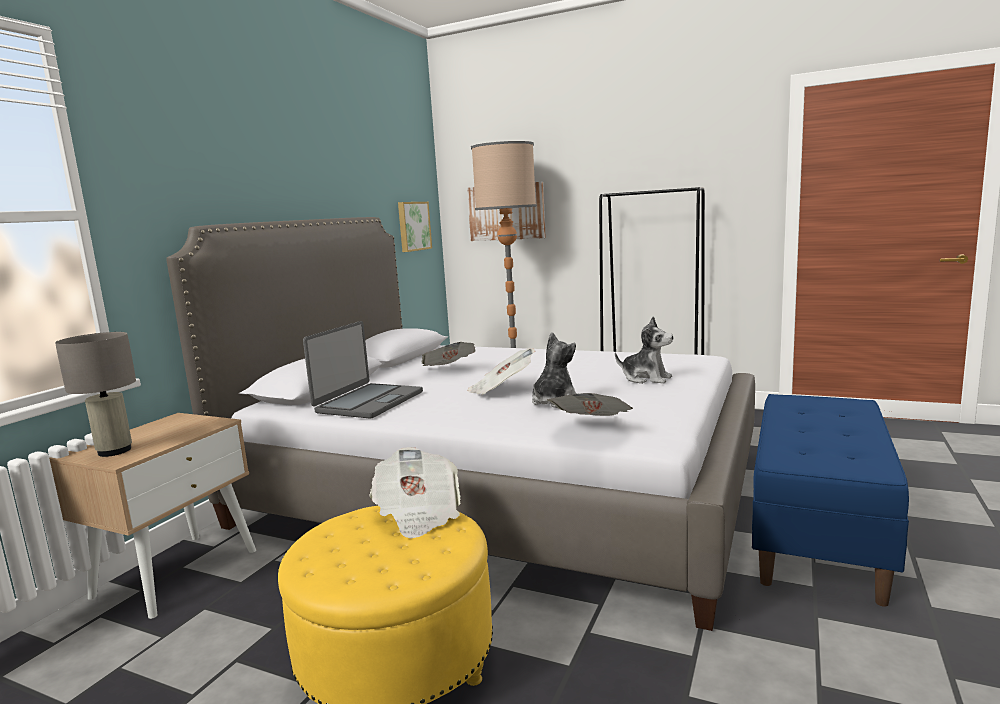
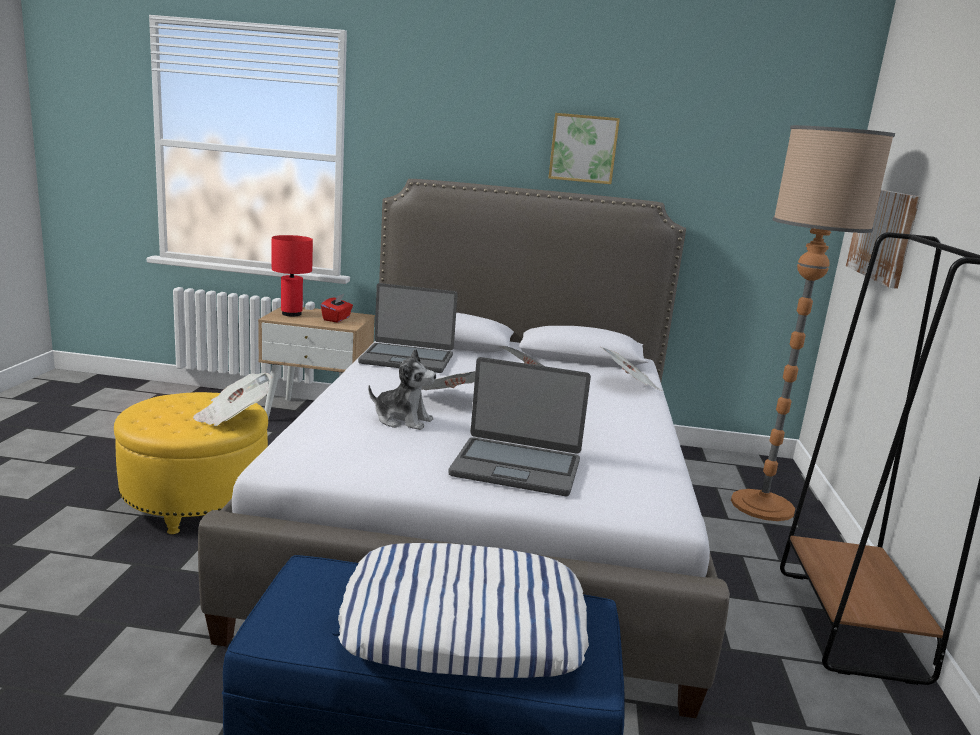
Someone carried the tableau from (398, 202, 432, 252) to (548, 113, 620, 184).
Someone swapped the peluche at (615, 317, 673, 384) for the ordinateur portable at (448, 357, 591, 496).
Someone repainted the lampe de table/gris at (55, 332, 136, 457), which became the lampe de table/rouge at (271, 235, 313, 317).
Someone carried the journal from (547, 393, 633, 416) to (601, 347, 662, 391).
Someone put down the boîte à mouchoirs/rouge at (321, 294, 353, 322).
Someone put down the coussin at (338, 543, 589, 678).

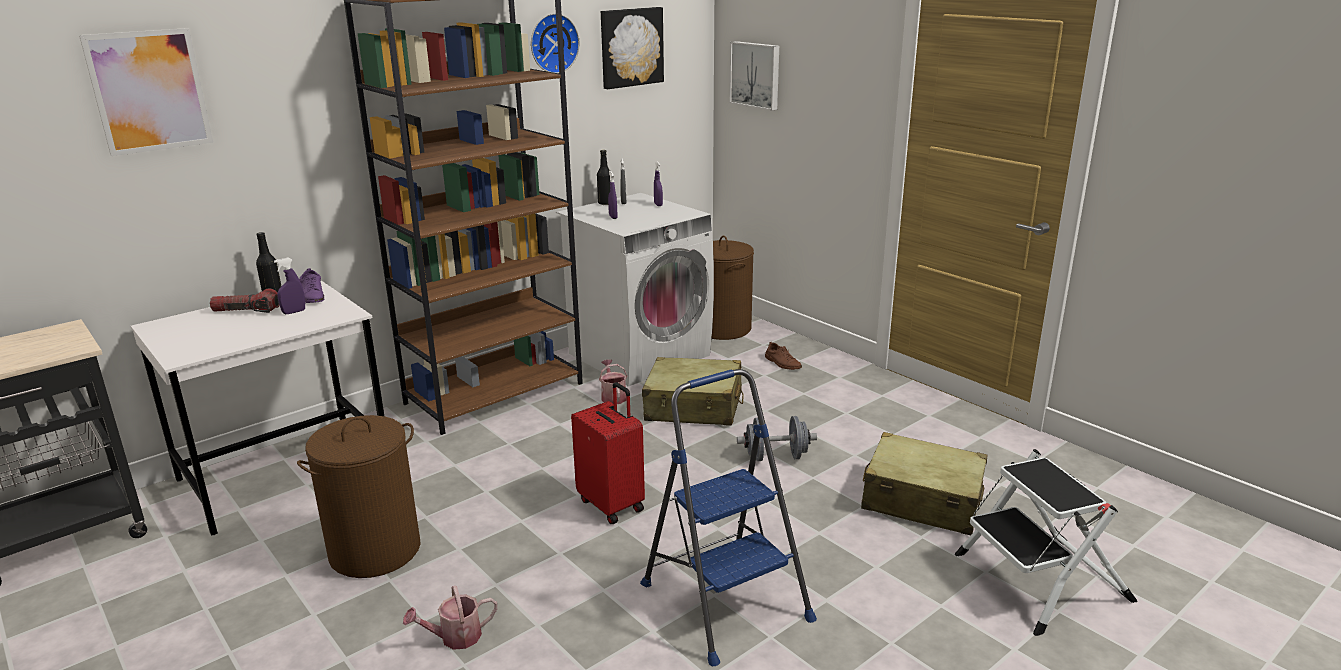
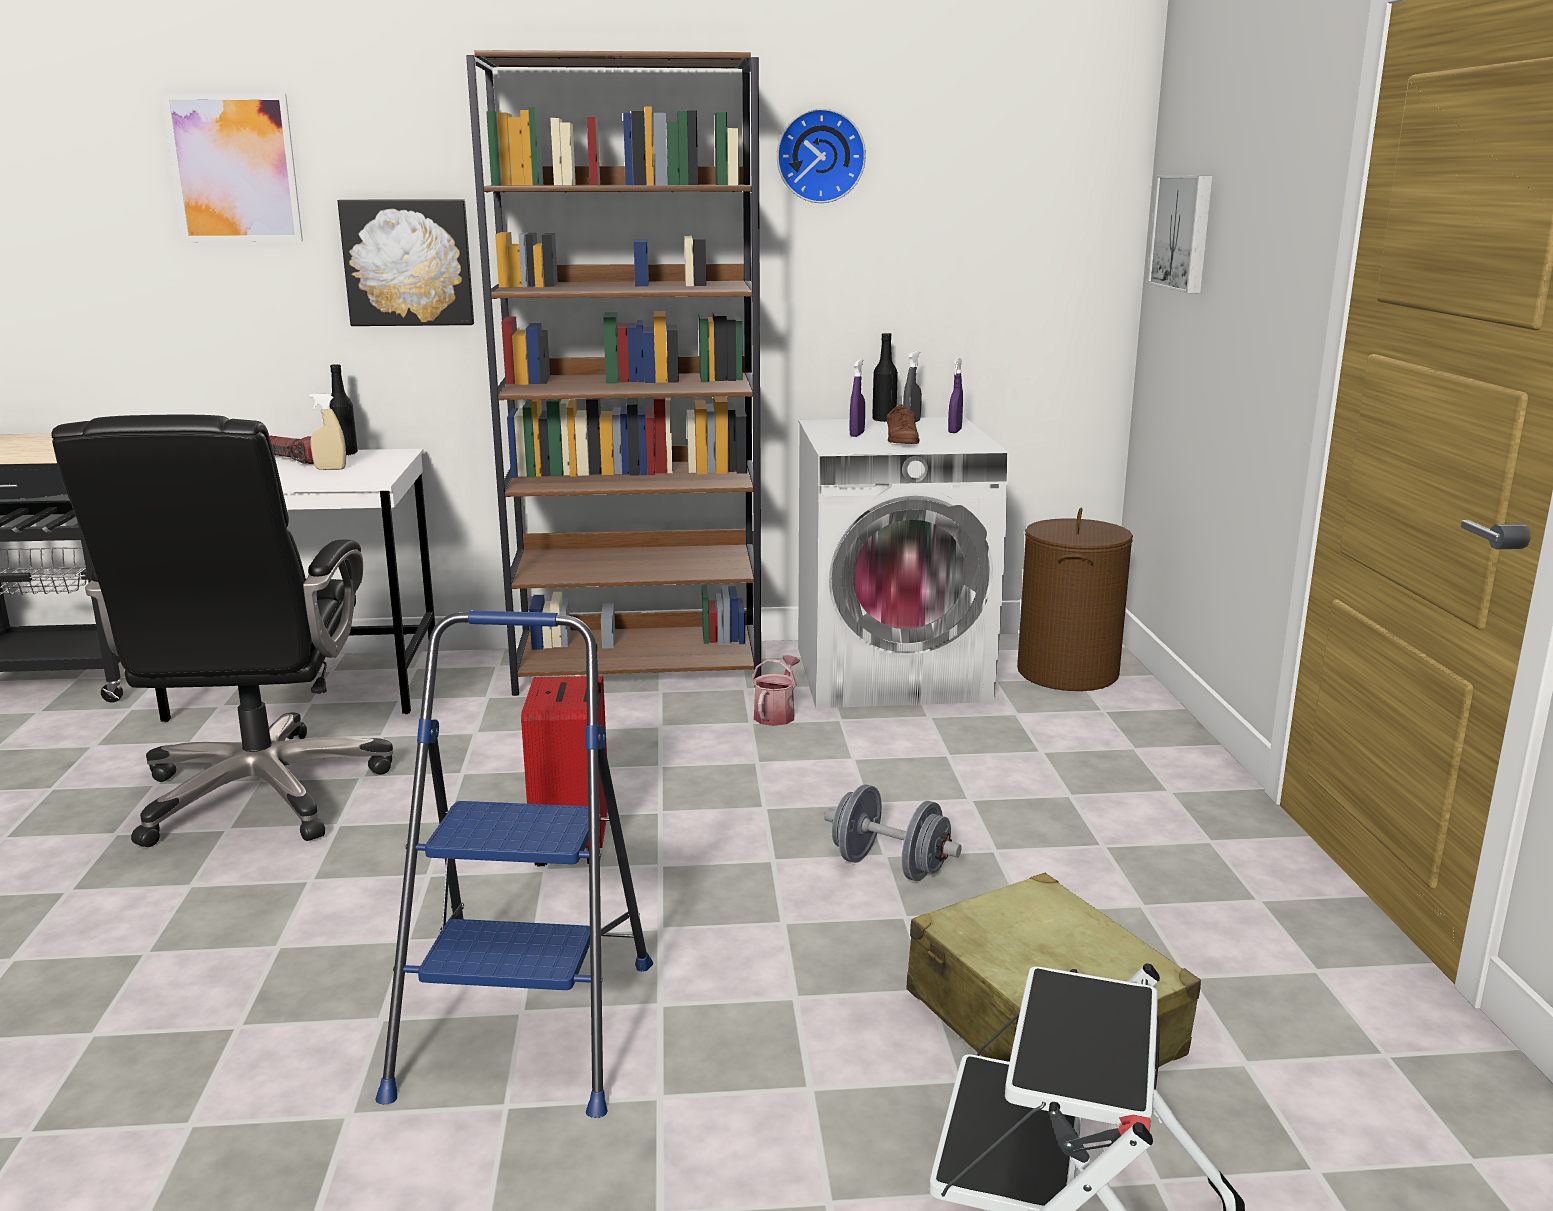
Someone carried the tableau from (601, 7, 664, 89) to (338, 199, 474, 326).
Someone repainted the vaporisateur/violet at (274, 258, 305, 314), which became the vaporisateur/beige at (309, 394, 346, 470).
Someone took away the chaussure/violet at (299, 268, 324, 303).
Someone carried the chaussure/marron from (765, 342, 802, 370) to (887, 404, 920, 444).
Someone took away the valise/beige at (642, 357, 744, 426).
Someone swapped the panier à linge/marron at (297, 415, 421, 578) for the chaise de bureau/noir at (52, 415, 393, 847).
Someone took away the arrosoir at (403, 586, 497, 650).

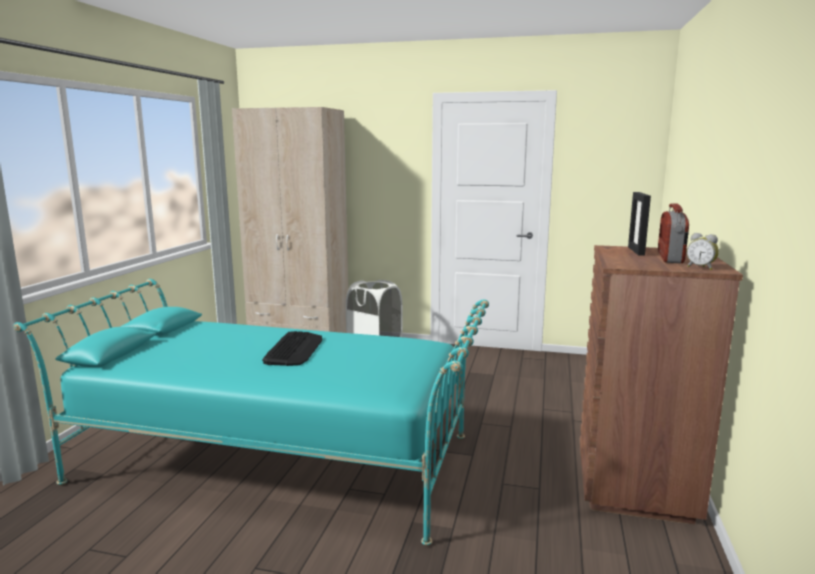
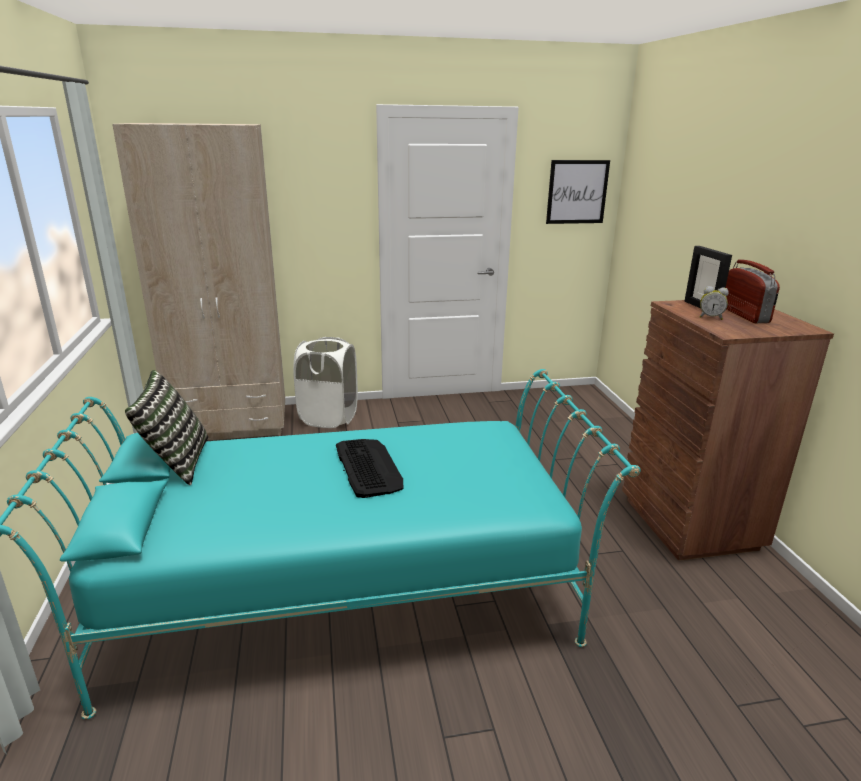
Someone carried the réveil from (687, 233, 719, 270) to (700, 286, 729, 320).
Someone put up the tableau at (546, 160, 610, 224).
Someone put down the coussin at (125, 370, 209, 485).

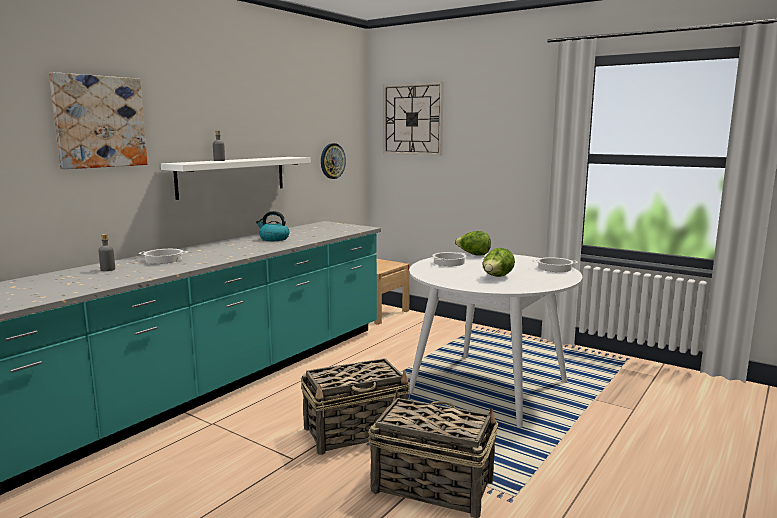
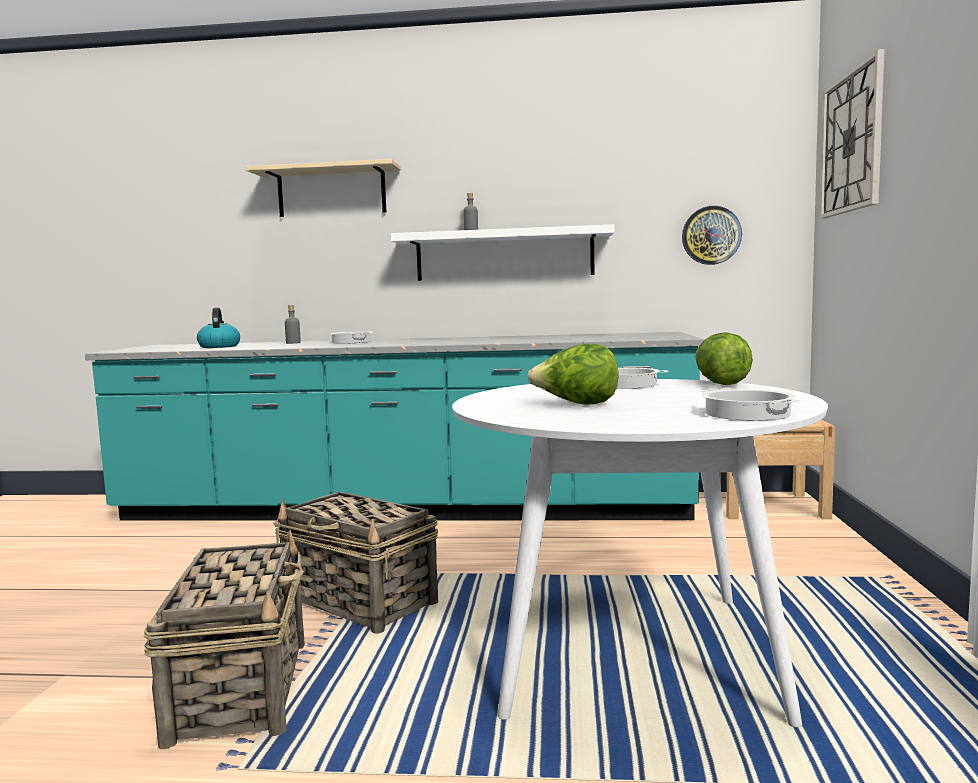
Someone swapped the tableau at (49, 72, 148, 169) for the étagère/beige at (245, 159, 401, 217).
Someone carried the bouilloire from (256, 211, 289, 241) to (197, 307, 240, 348).

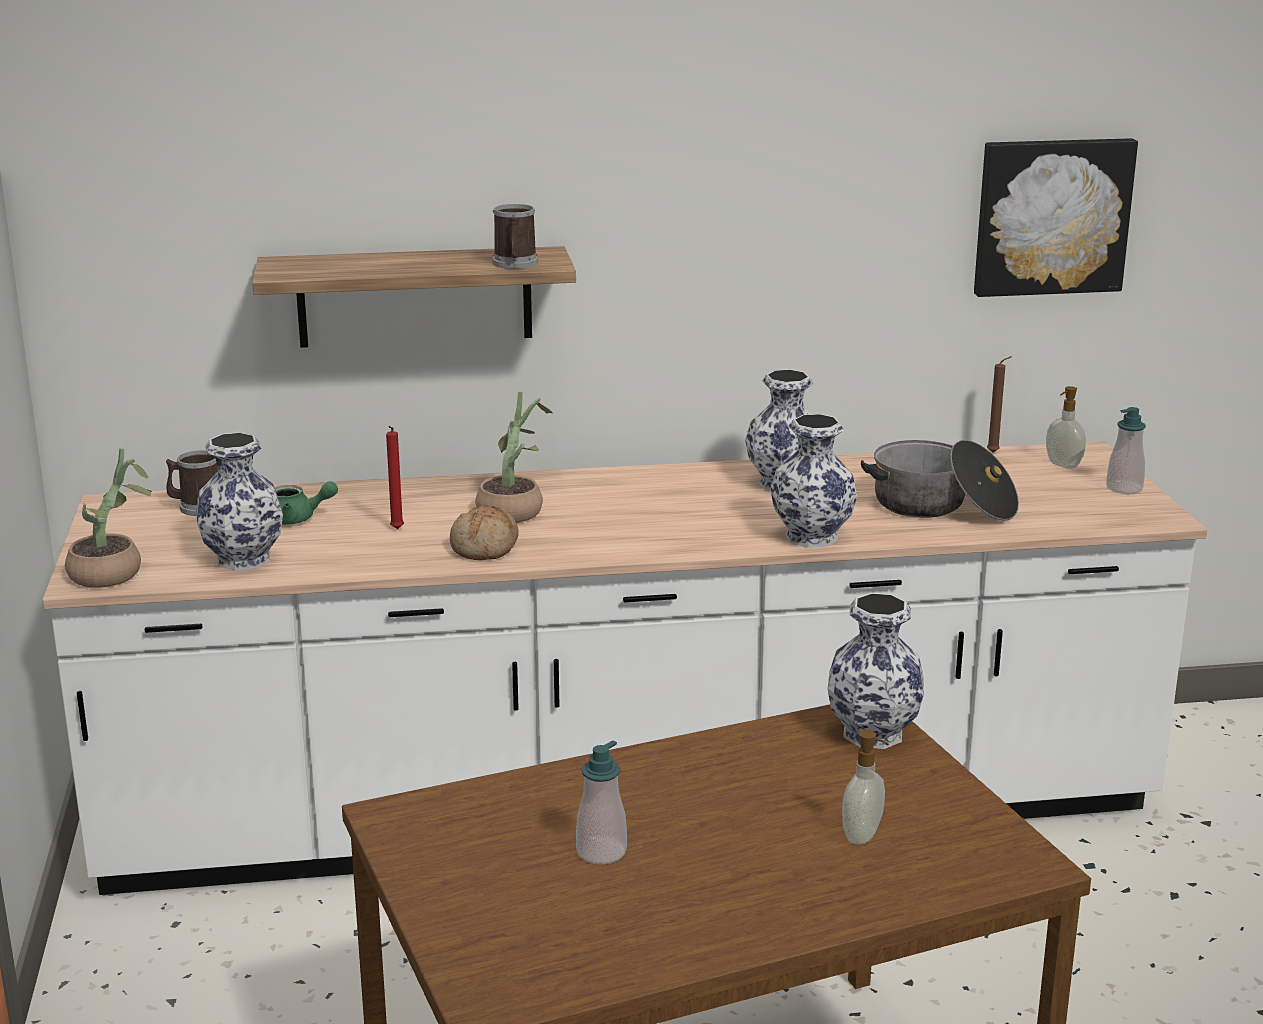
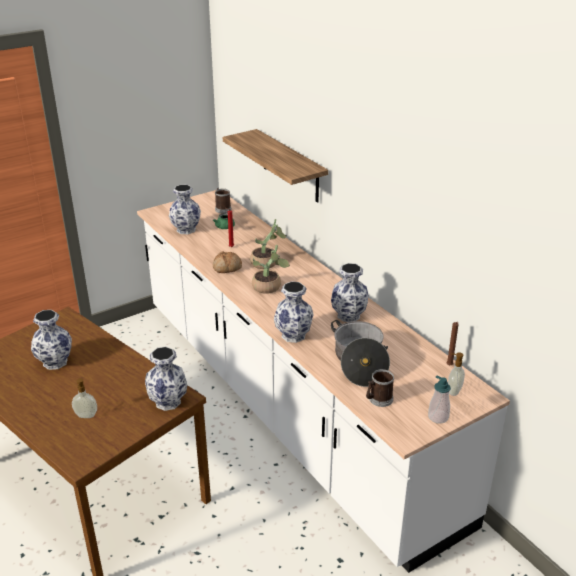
Someone took away the tableau at (974, 138, 1138, 297).
Someone carried the mug from (493, 204, 538, 269) to (366, 369, 394, 407).
Someone carried the plante en pot from (65, 448, 152, 588) to (252, 244, 290, 294).
Someone swapped the distributeur de savon at (576, 740, 627, 865) for the vase at (31, 310, 72, 370).

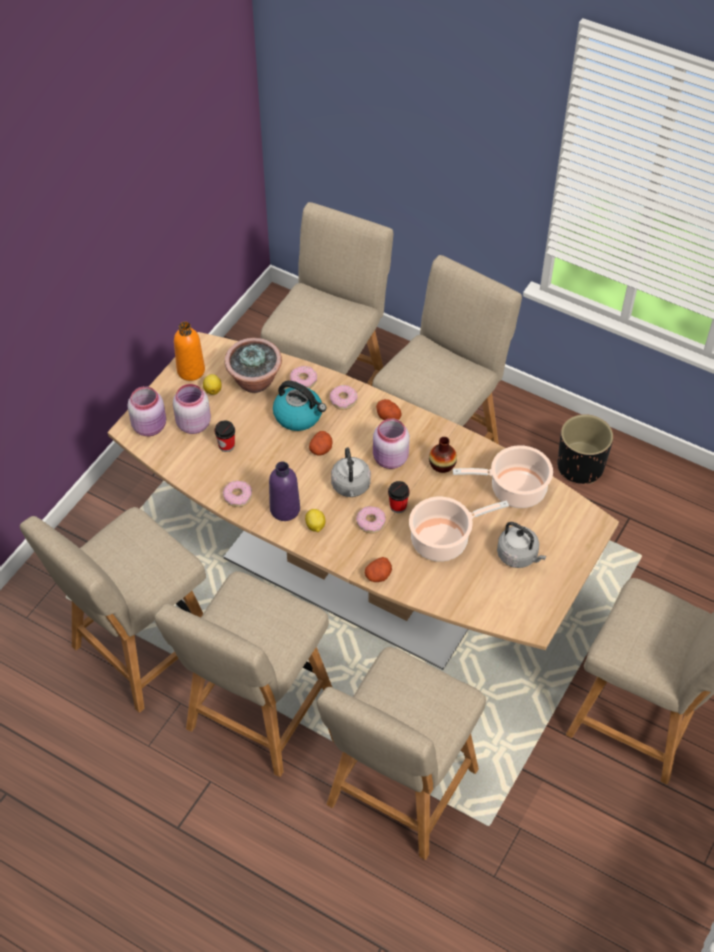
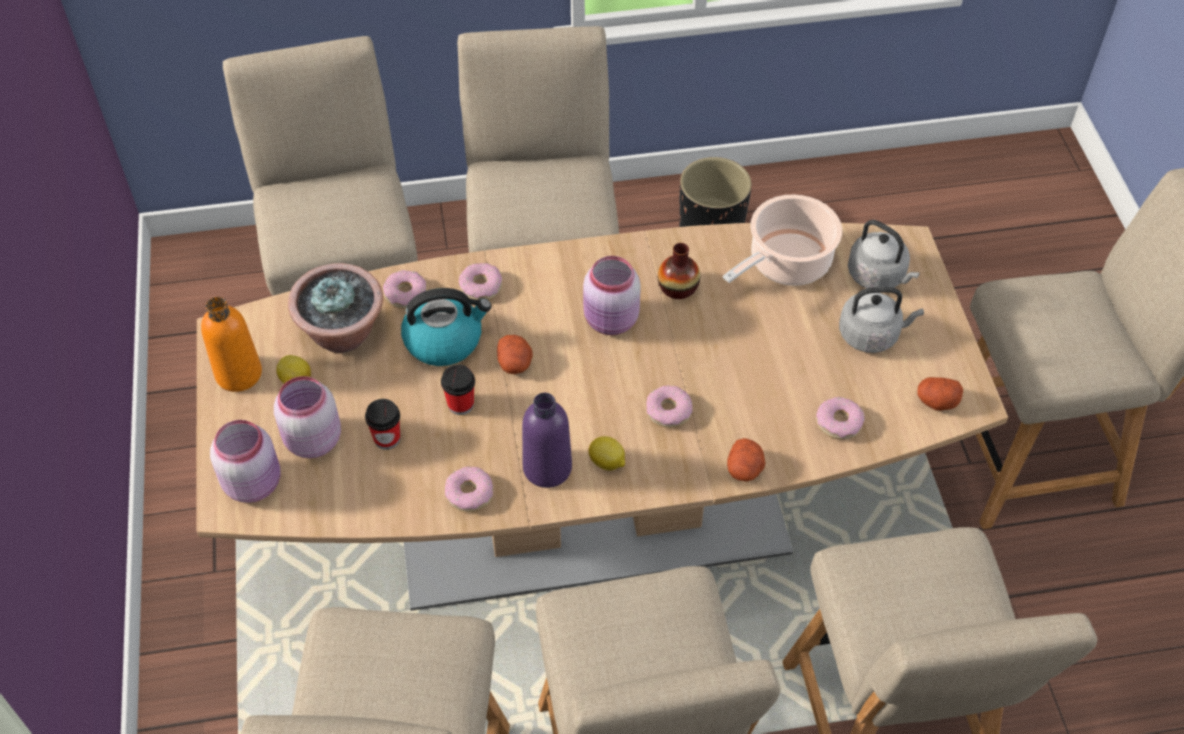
Someone carried the pomme de terre from (376, 399, 402, 420) to (917, 377, 963, 411).
Someone carried the bouilloire/gris from (331, 447, 371, 497) to (848, 220, 920, 288).
Someone carried the tasse from (388, 481, 410, 513) to (441, 365, 475, 415).
Someone took away the marmite at (409, 497, 509, 562).
Someone put down the beignet at (816, 397, 865, 440).

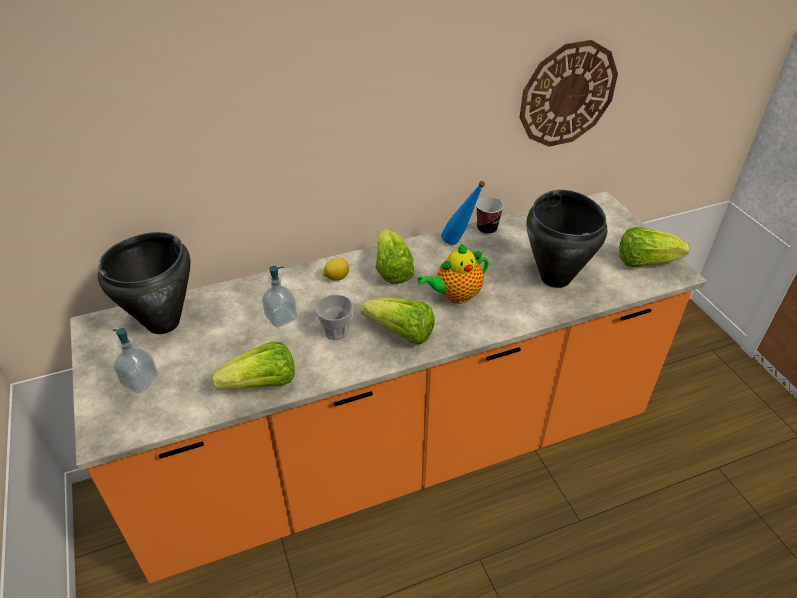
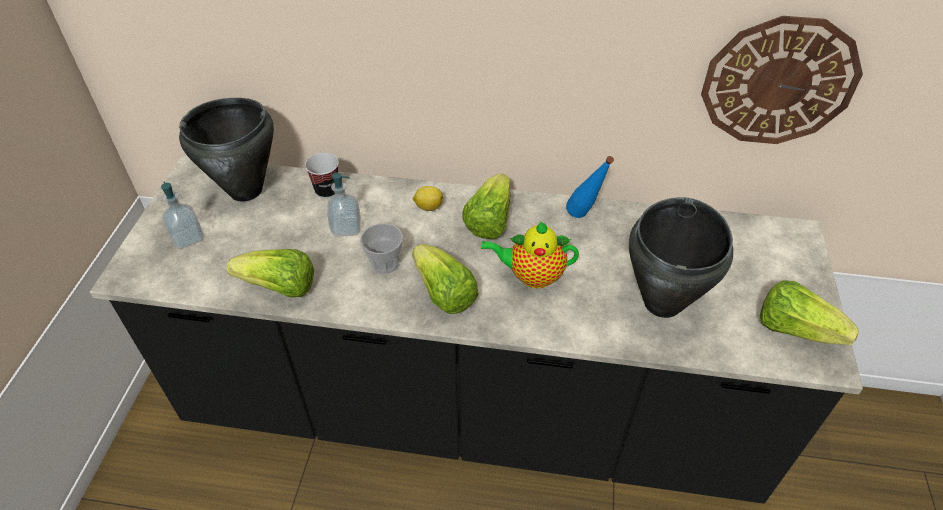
Someone repainted the comptoir de cuisine/orange at (70, 191, 707, 583), which became the comptoir de cuisine/noir at (90, 156, 863, 504).
Someone carried the tasse from (476, 197, 504, 235) to (305, 153, 339, 199).

